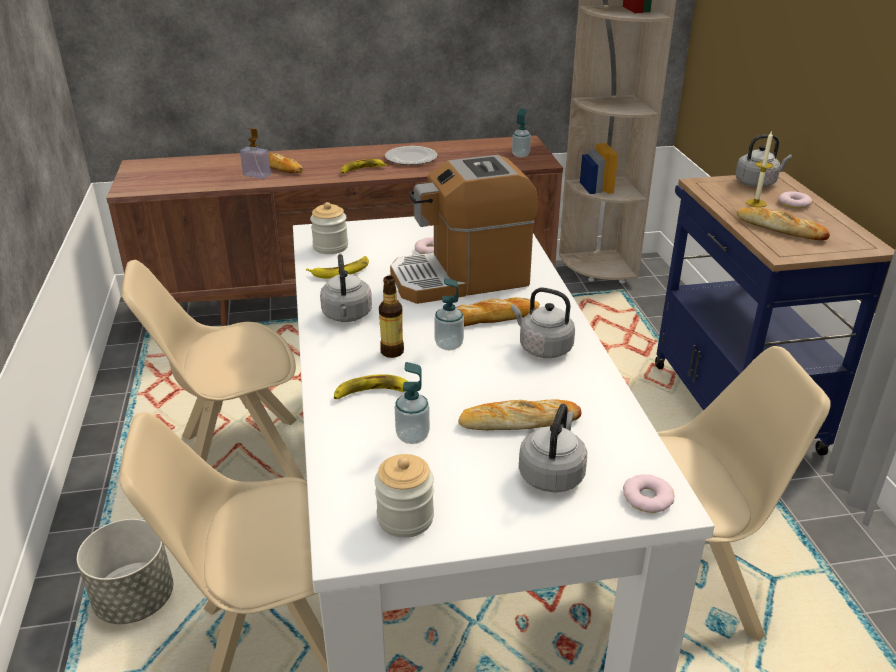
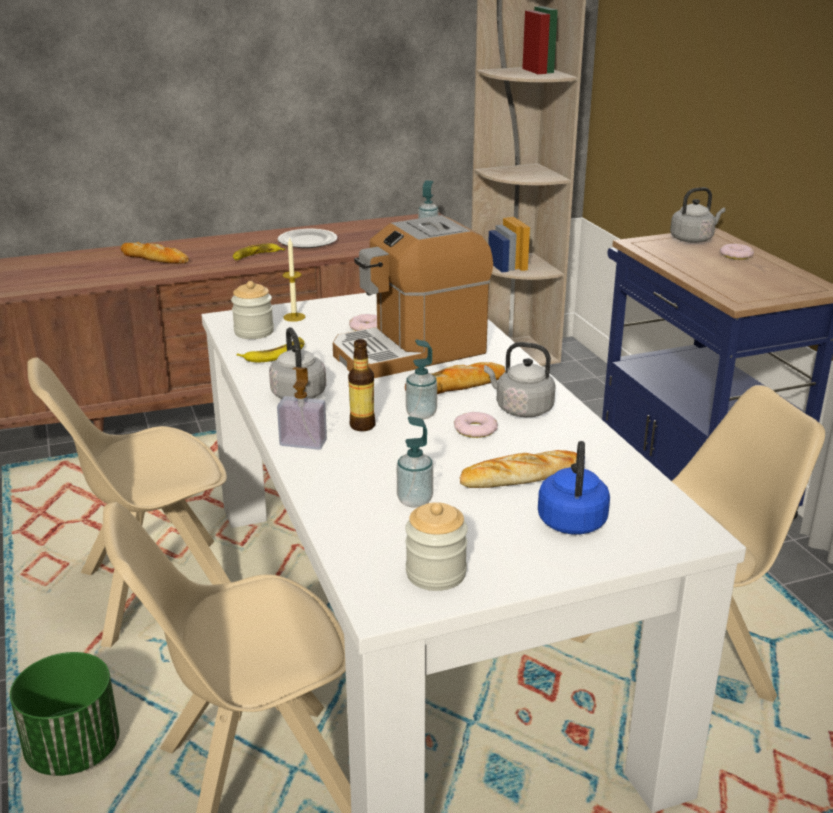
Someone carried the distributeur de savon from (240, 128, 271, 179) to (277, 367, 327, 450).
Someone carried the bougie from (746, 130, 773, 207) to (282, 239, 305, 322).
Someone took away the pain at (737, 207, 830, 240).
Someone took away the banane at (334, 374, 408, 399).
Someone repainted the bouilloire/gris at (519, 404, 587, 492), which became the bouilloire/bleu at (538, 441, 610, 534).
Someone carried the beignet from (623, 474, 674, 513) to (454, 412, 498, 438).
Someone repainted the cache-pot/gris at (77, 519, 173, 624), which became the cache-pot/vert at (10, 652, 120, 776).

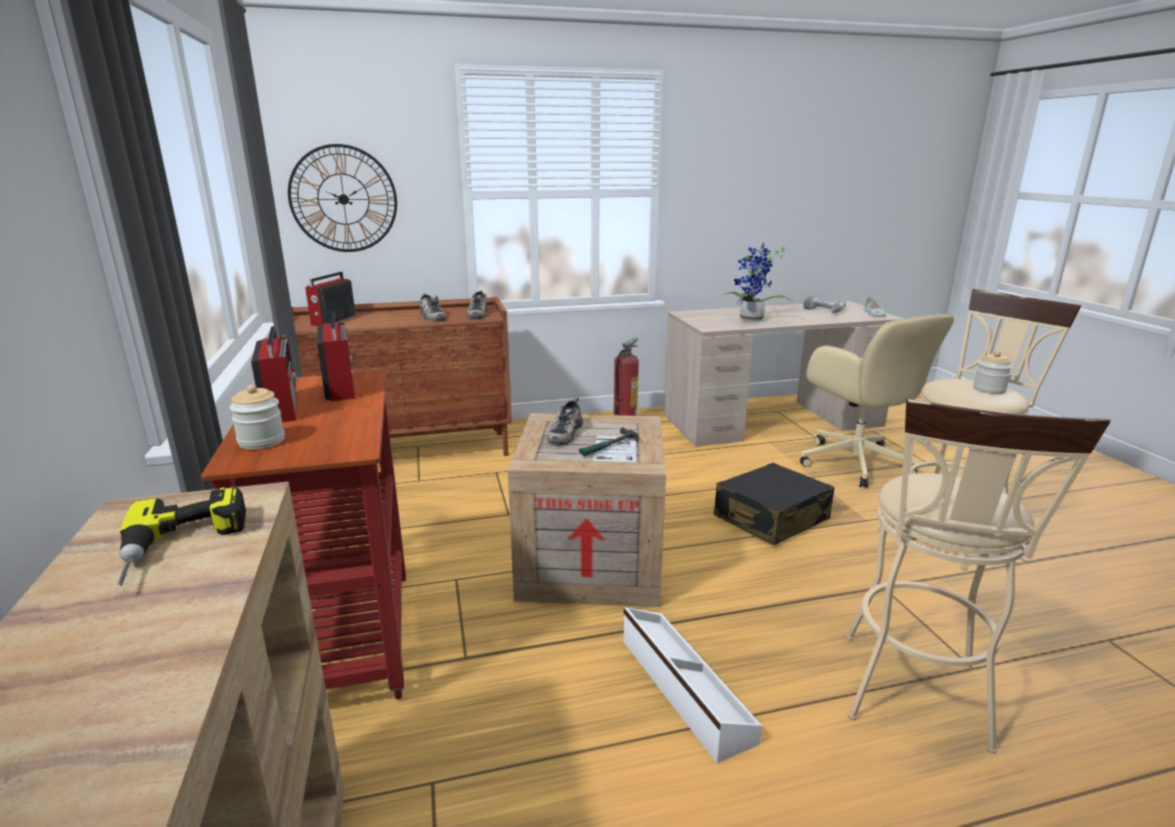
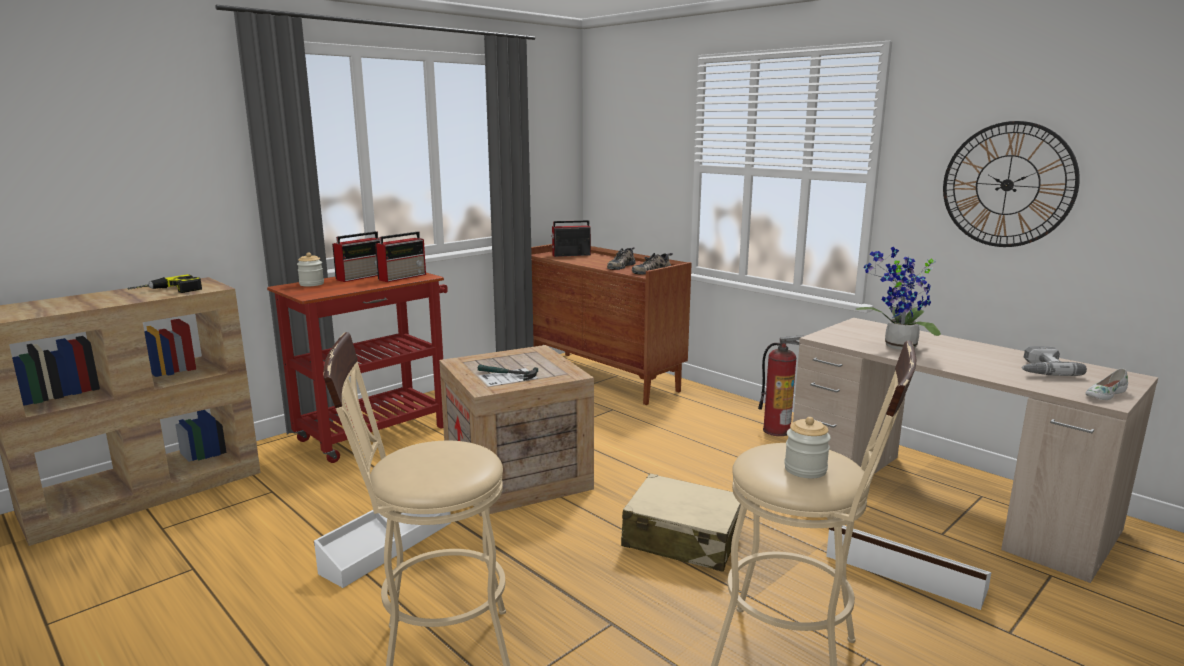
Someone carried the horloge murale from (288, 144, 397, 252) to (943, 121, 1080, 247).
Someone swapped the chaise de bureau/beige at (800, 314, 954, 488) for the boîte de rangement/blanc at (826, 525, 991, 610).
Someone took away the chaussure at (547, 398, 583, 445).
Someone repainted the valise/noir at (714, 463, 834, 546), which became the valise/beige at (621, 473, 741, 572).

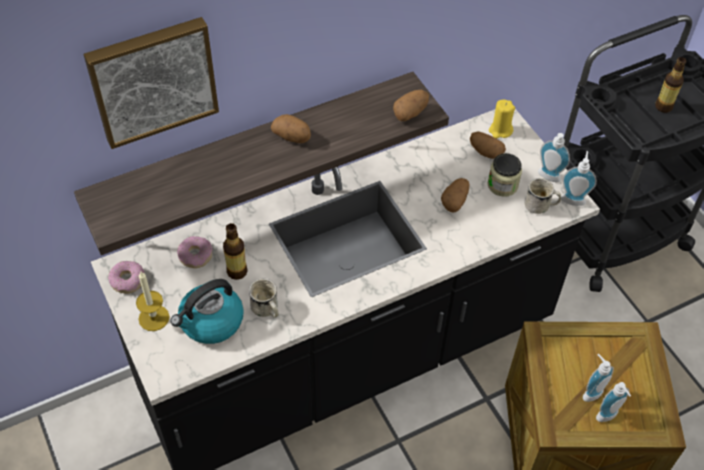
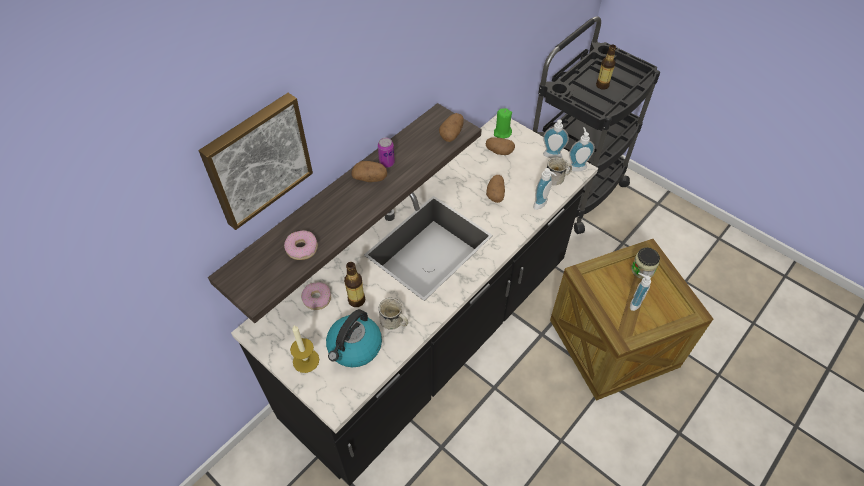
Someone repainted the bougie/jaune at (489, 100, 515, 139), which became the bougie/vert at (494, 108, 512, 139).
Someone carried the bocal from (488, 153, 522, 197) to (631, 248, 660, 279).
Someone carried the beignet from (108, 261, 144, 294) to (284, 230, 318, 260).
Someone carried the distributeur de savon from (596, 382, 631, 422) to (533, 168, 556, 210).
Someone put down the boîte métallique at (378, 137, 395, 168).

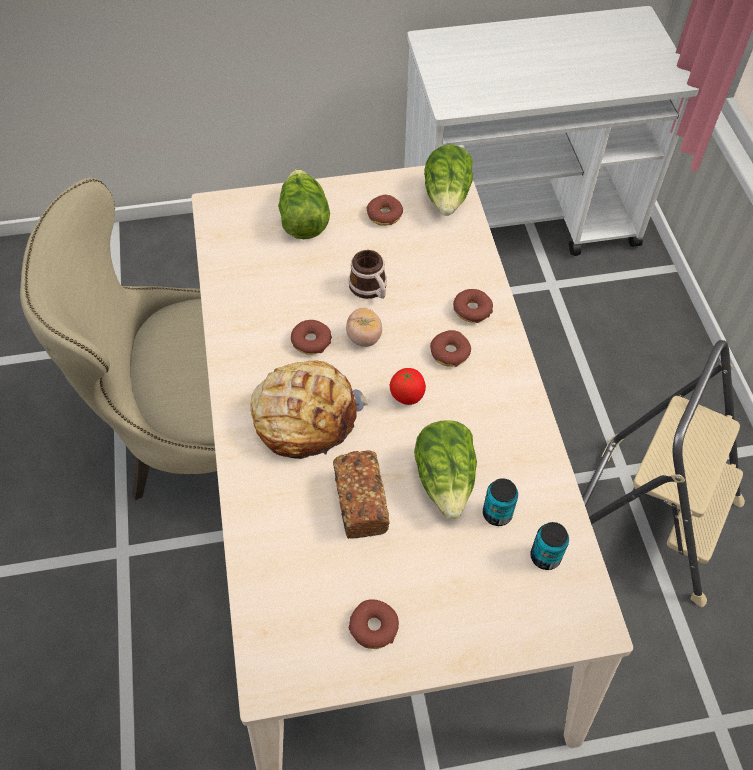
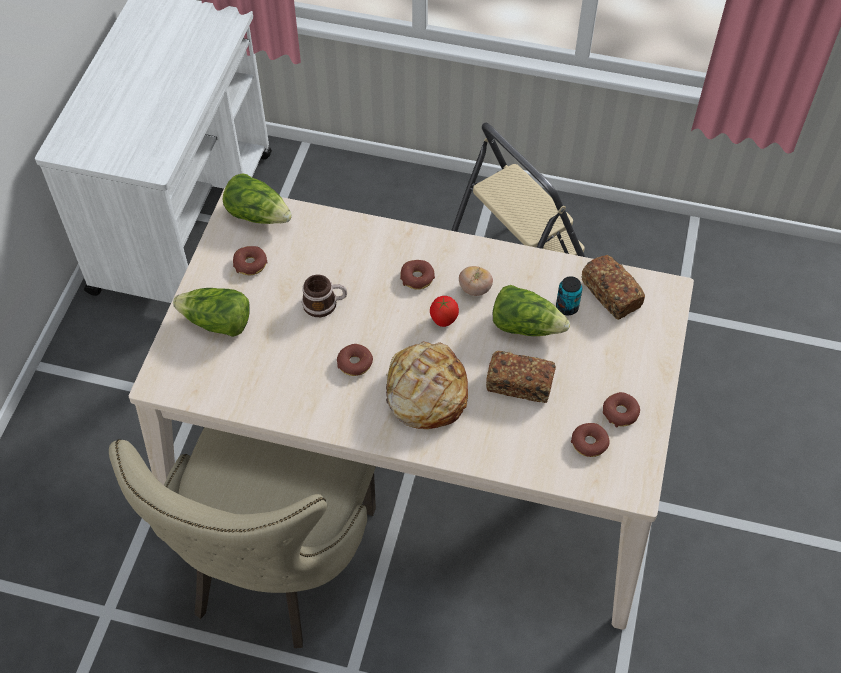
Someone carried the beignet from (453, 289, 493, 323) to (571, 423, 610, 457).
Someone carried the tomate from (346, 308, 382, 347) to (459, 266, 493, 296).
Someone swapped the boîte métallique at (530, 522, 569, 570) for the pain at (581, 255, 645, 320).

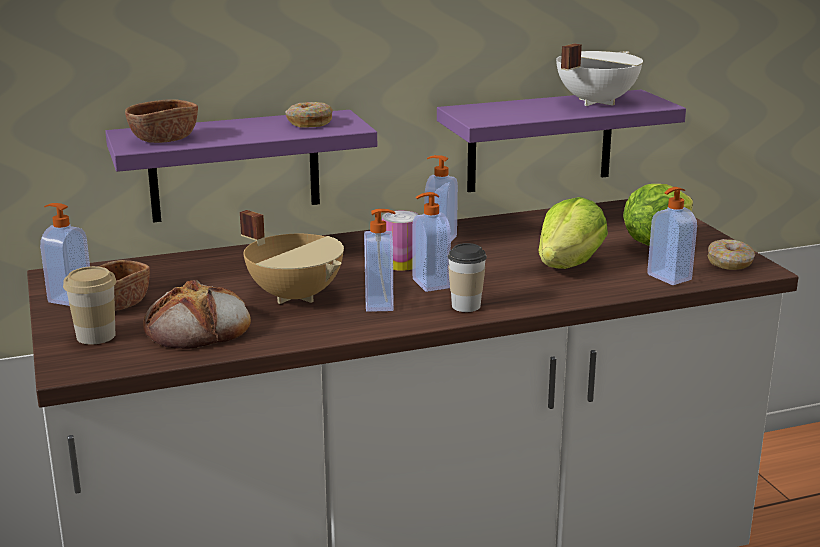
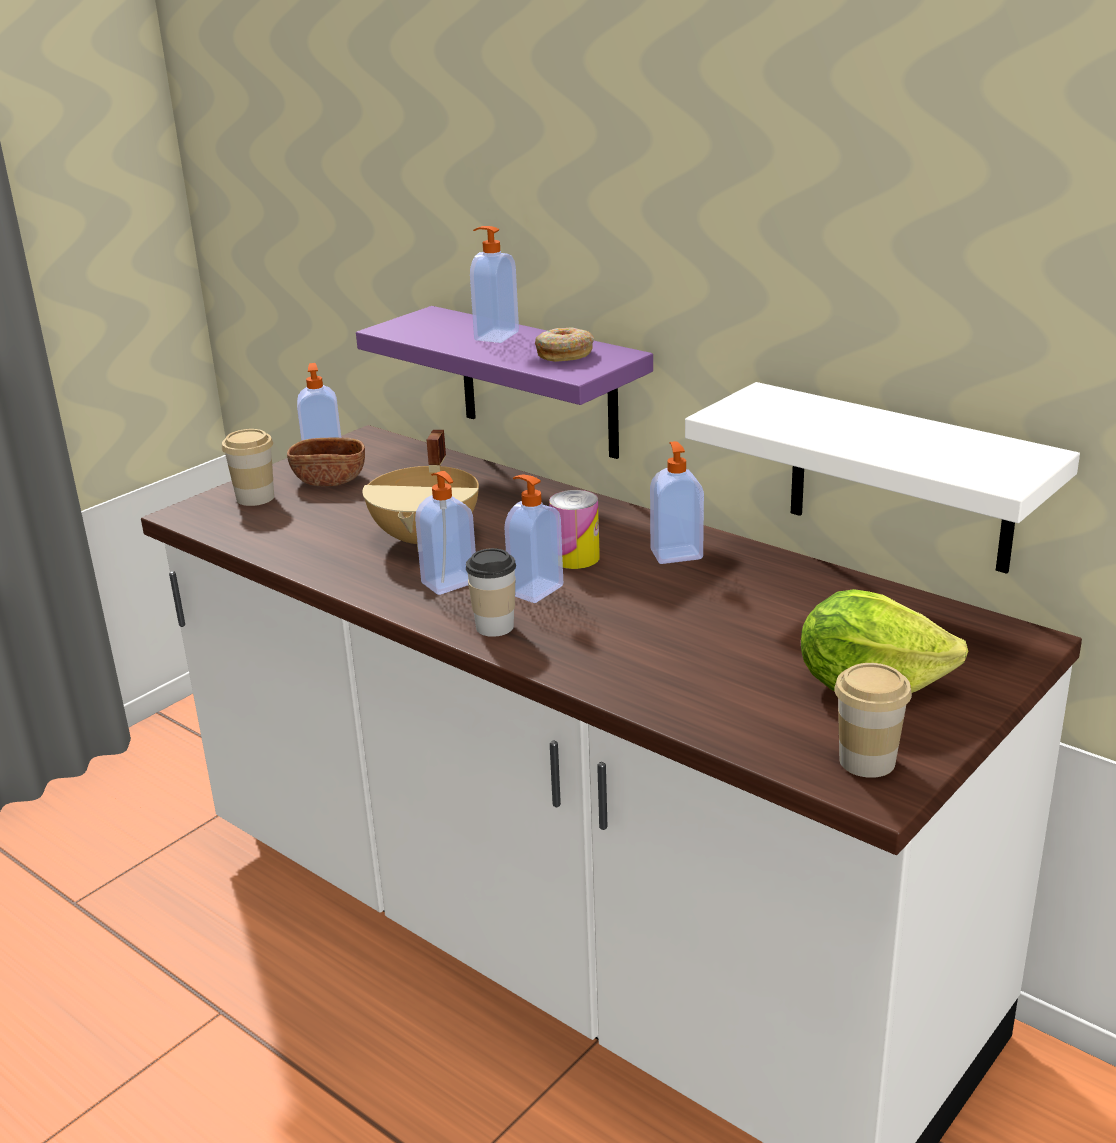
Someone took away the marmite/blanc at (556, 43, 643, 106).
Someone repainted the étagère/violet at (437, 89, 686, 192), which became the étagère/blanc at (685, 382, 1080, 574).
Someone took away the bol/marron at (125, 99, 198, 143).
Someone carried the distributeur de savon from (647, 187, 697, 285) to (470, 226, 519, 343).
Someone took away the laitue at (538, 197, 608, 269).
Someone swapped the beignet at (708, 239, 755, 270) for the tasse at (834, 663, 912, 778).
Someone took away the pain at (143, 280, 251, 349).

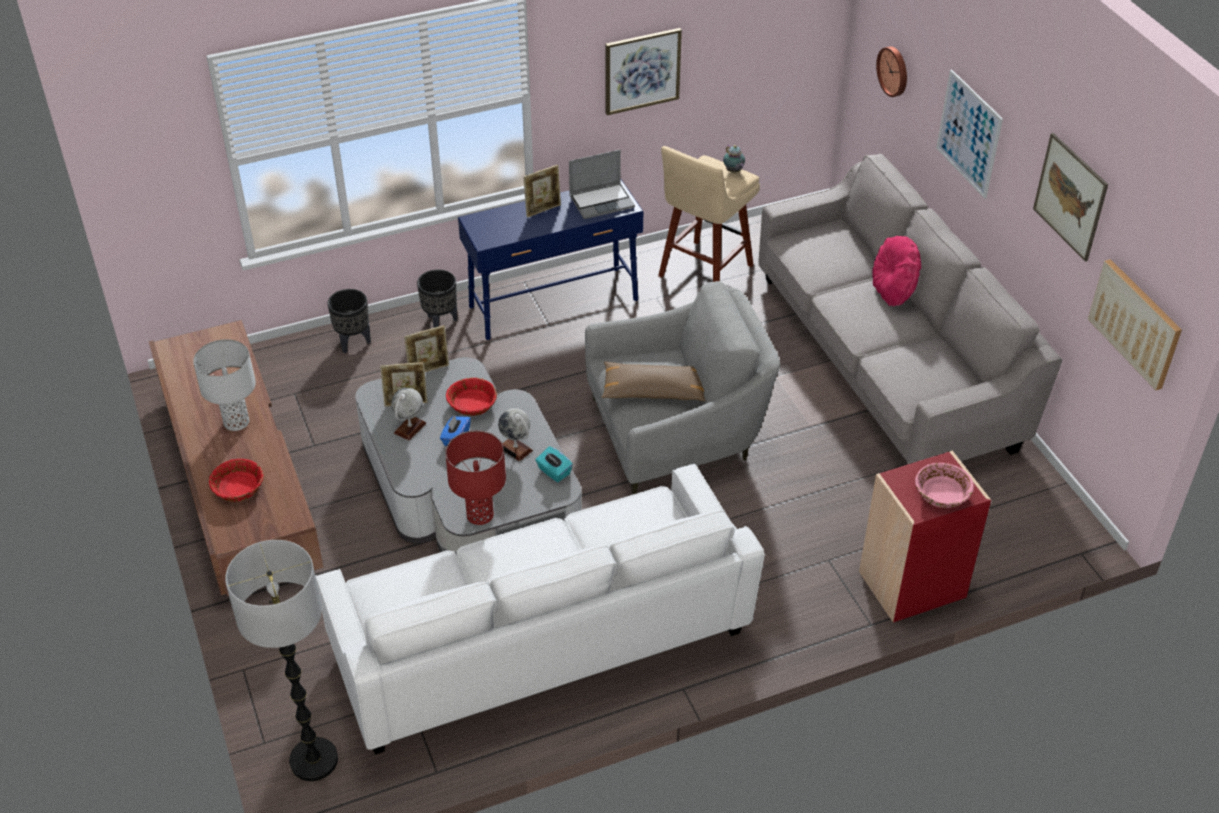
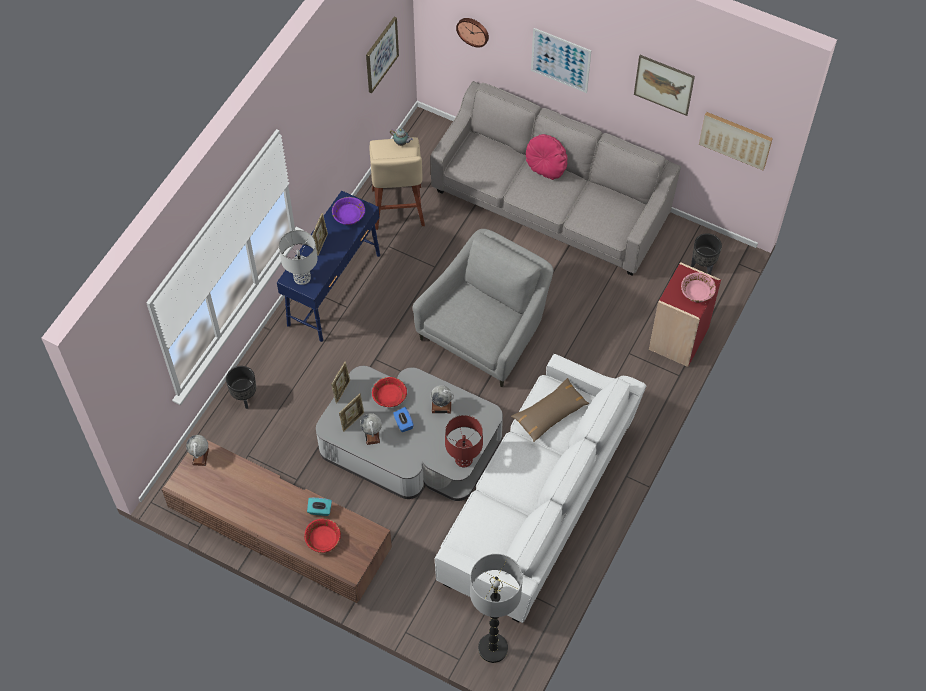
Someone carried the tableau from (605, 28, 682, 115) to (366, 17, 399, 93).
Someone swapped the ordinateur portable at (569, 150, 635, 219) for the bol/violet at (332, 197, 365, 225).
Someone carried the cache-pot/noir from (417, 269, 457, 328) to (691, 233, 722, 275).
Someone carried the lampe de table/blanc from (193, 339, 256, 431) to (279, 230, 318, 285).
Someone carried the coussin/marron from (601, 361, 705, 401) to (511, 378, 589, 442).
Someone carried the boîte à mouchoirs/turquoise from (535, 446, 573, 482) to (307, 498, 332, 516).
Someone put down the globe at (186, 435, 209, 466).

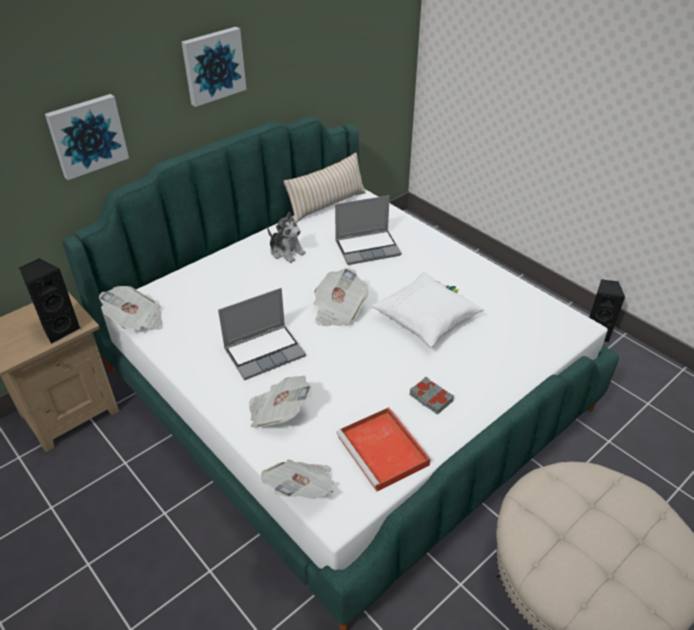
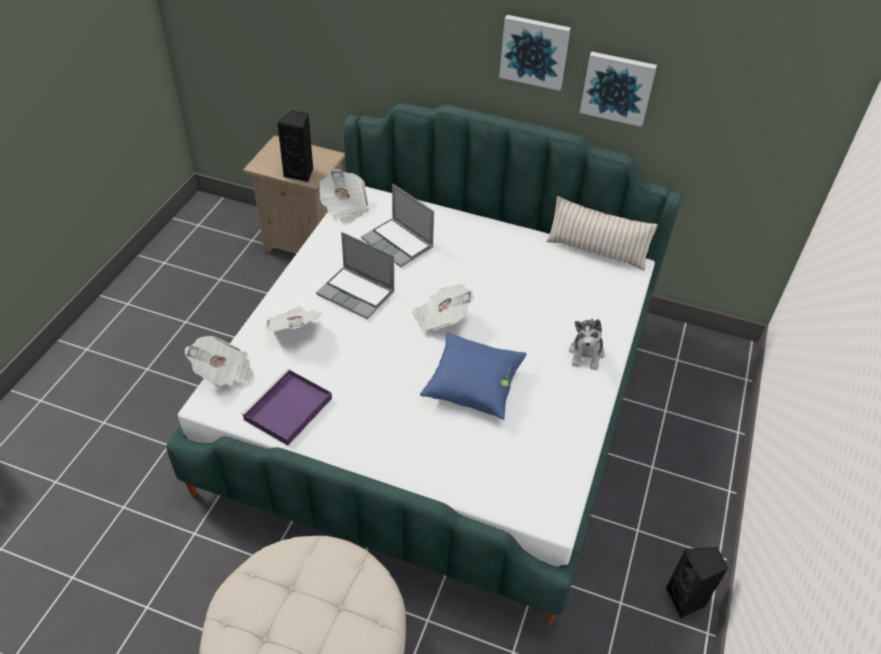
Someone carried the tableau from (45, 94, 129, 180) to (580, 52, 657, 127).
Someone carried the ordinateur portable from (335, 195, 402, 265) to (361, 184, 434, 267).
Someone carried the peluche from (267, 212, 306, 263) to (569, 318, 604, 370).
Someone repainted the coussin/blanc at (371, 272, 484, 348), which became the coussin/bleu at (420, 332, 527, 420).
Someone took away the livre/gris at (410, 377, 454, 415).
Someone repainted the plateau/rouge at (336, 407, 431, 491), which became the plateau/violet at (241, 369, 332, 445).

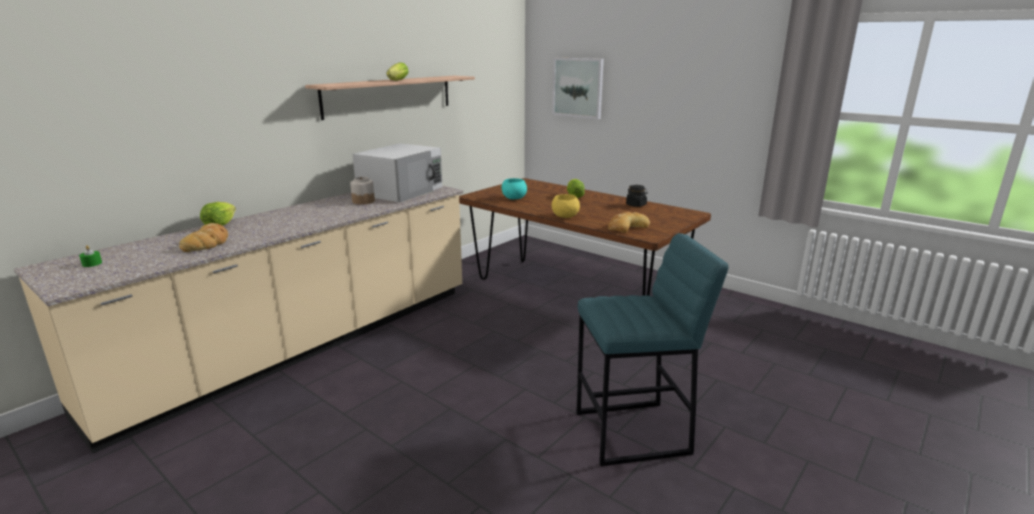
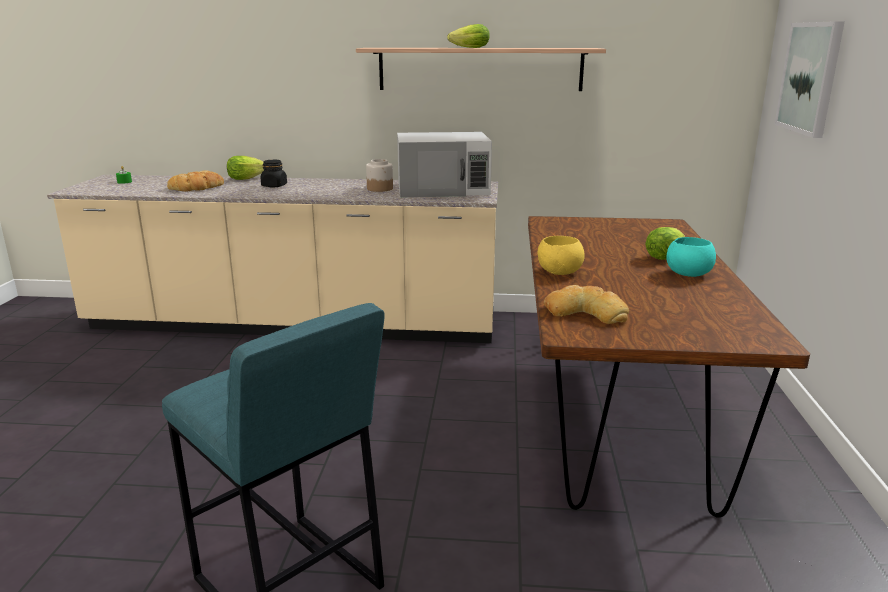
Someone carried the bol/turquoise from (502, 178, 527, 199) to (666, 237, 716, 277).
Someone carried the bocal/noir from (626, 185, 648, 207) to (261, 160, 287, 187).

